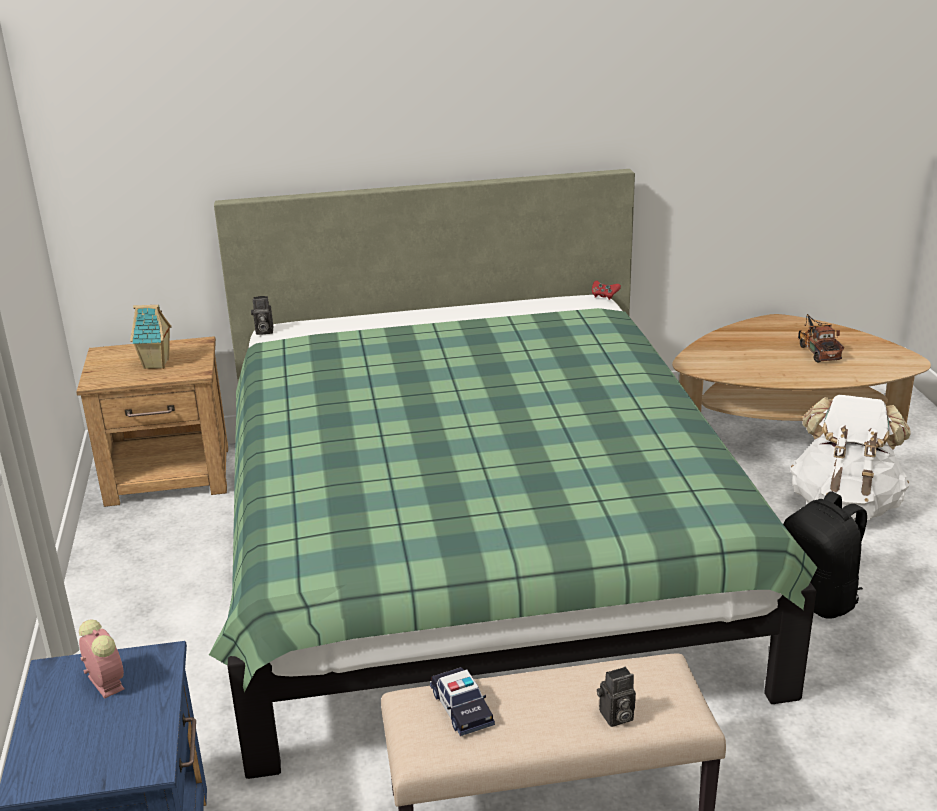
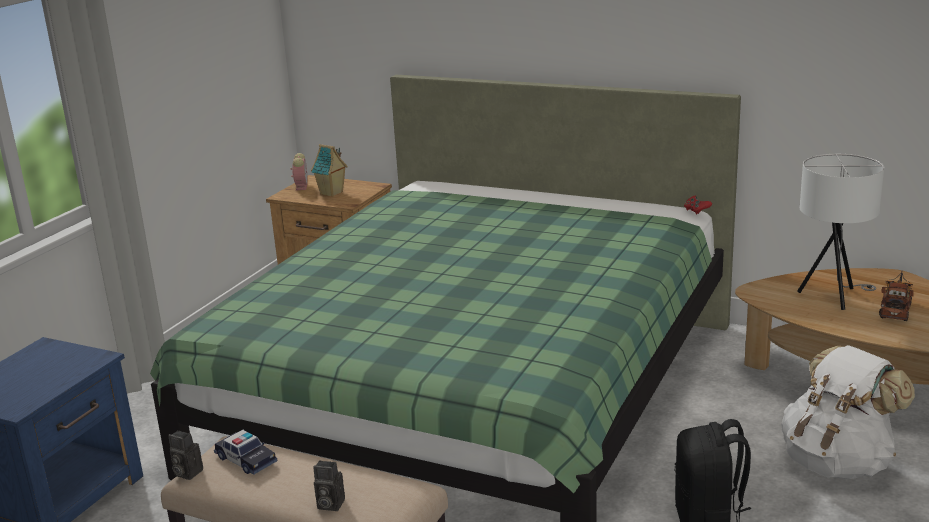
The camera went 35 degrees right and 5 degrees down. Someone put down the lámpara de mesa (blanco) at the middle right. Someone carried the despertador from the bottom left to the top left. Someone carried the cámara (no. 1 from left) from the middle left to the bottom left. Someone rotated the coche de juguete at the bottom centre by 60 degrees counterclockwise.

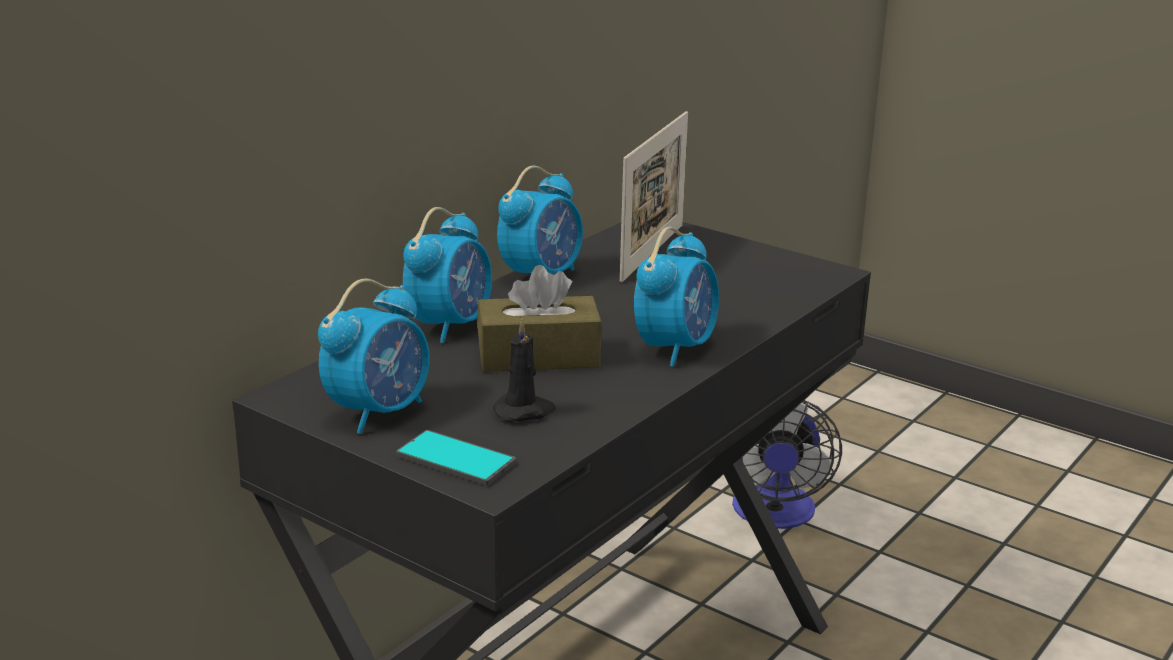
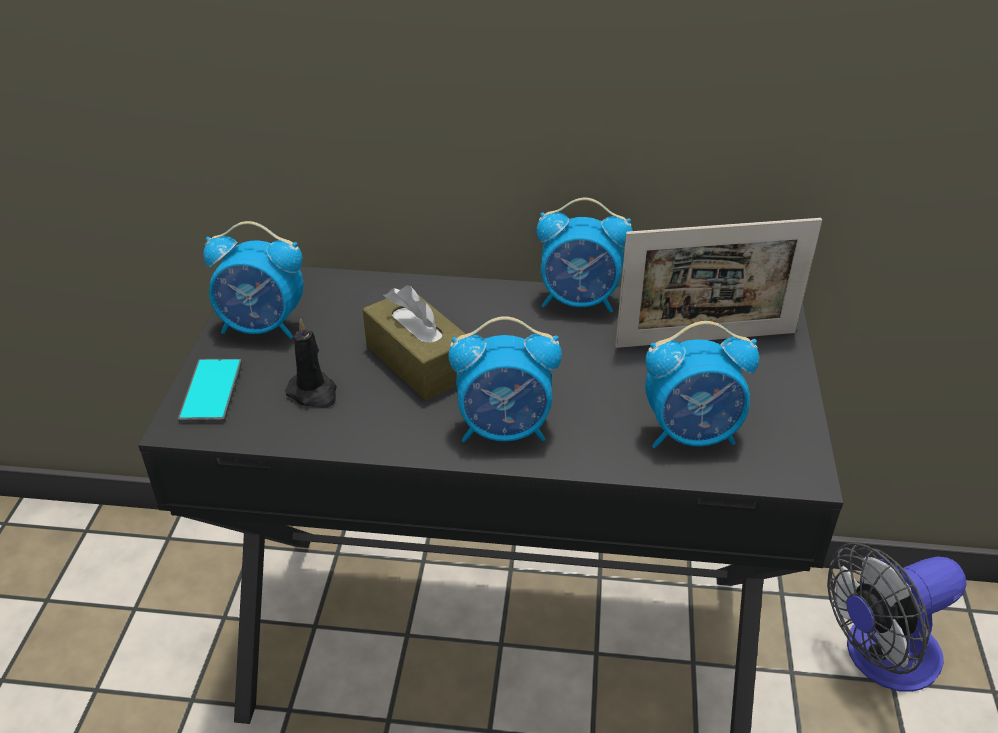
The camera went 60 degrees right and 15 degrees up. Someone carried the despertador (no. 2 from left in the first image) from the centre to the middle right.

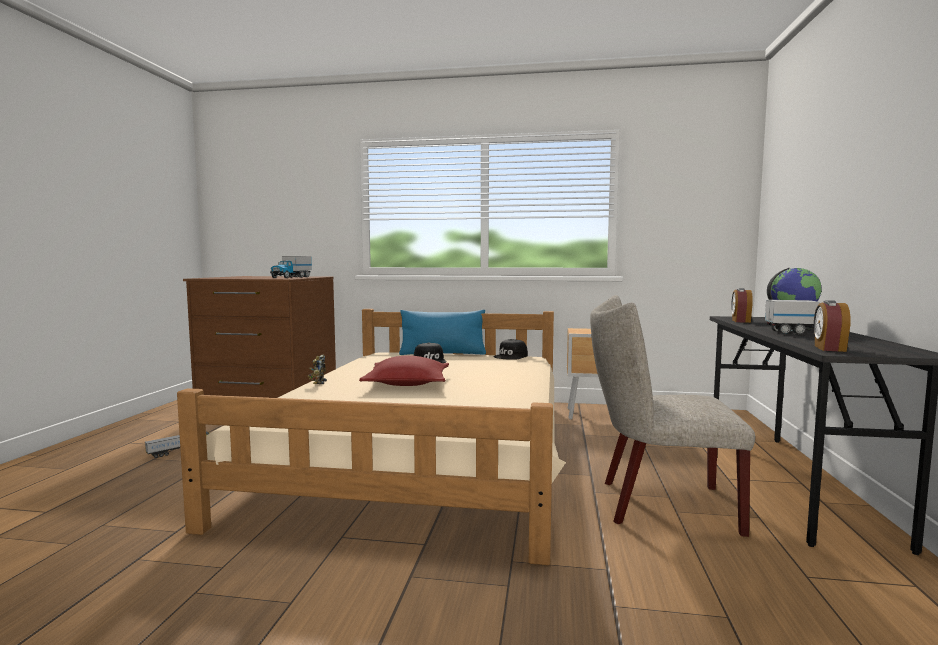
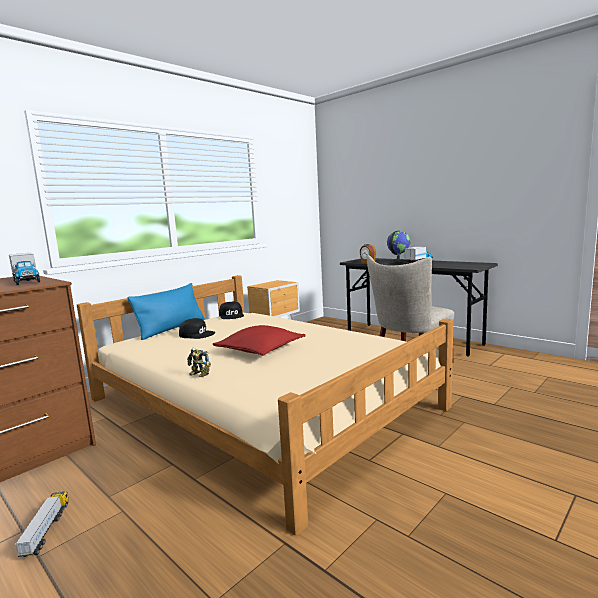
The camera went 55 degrees left and 5 degrees up. Someone took away the despertador (no. 2 from left) at the middle right.

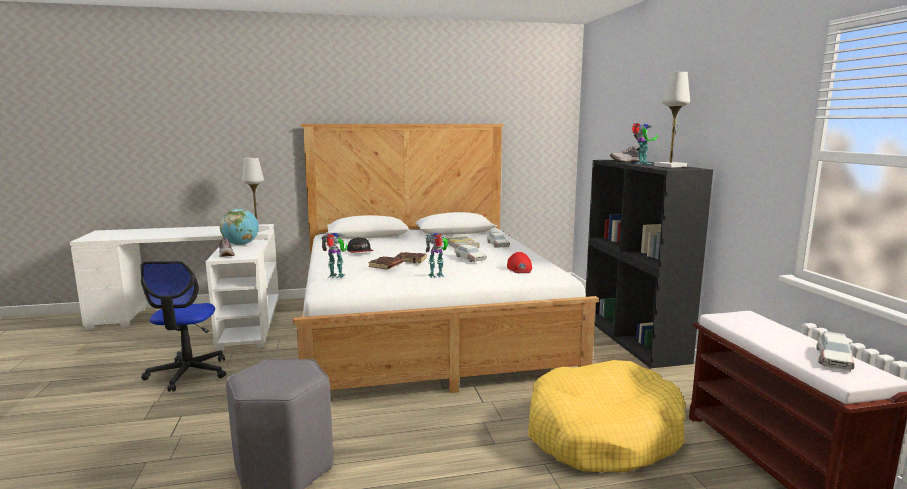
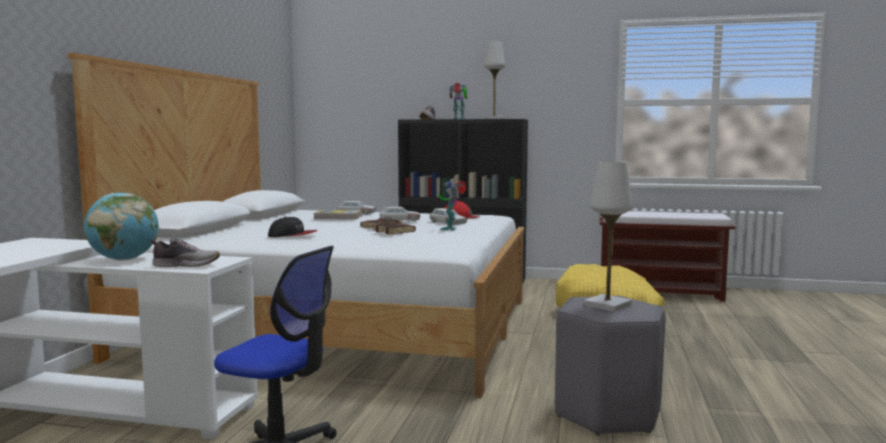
The camera went 65 degrees left and 5 degrees down. Someone took away the robot de juguete (no. 1 from left) at the centre. Someone carried the lámpara de mesa (blanco) (no. 1 from left in the first image) from the middle left to the middle right. Someone carried the coche de juguete (no. 3 from left) from the bottom right to the centre.

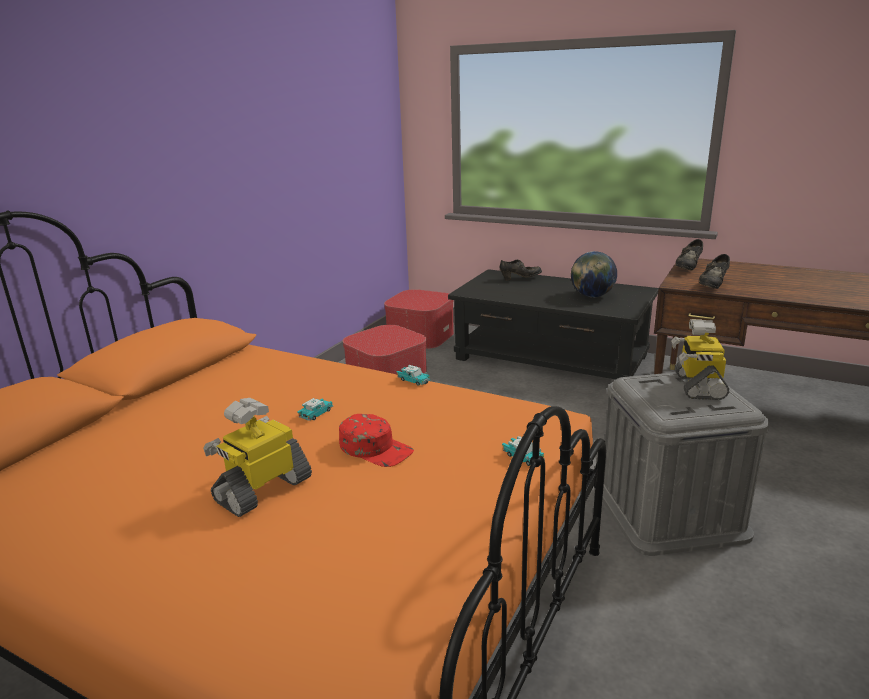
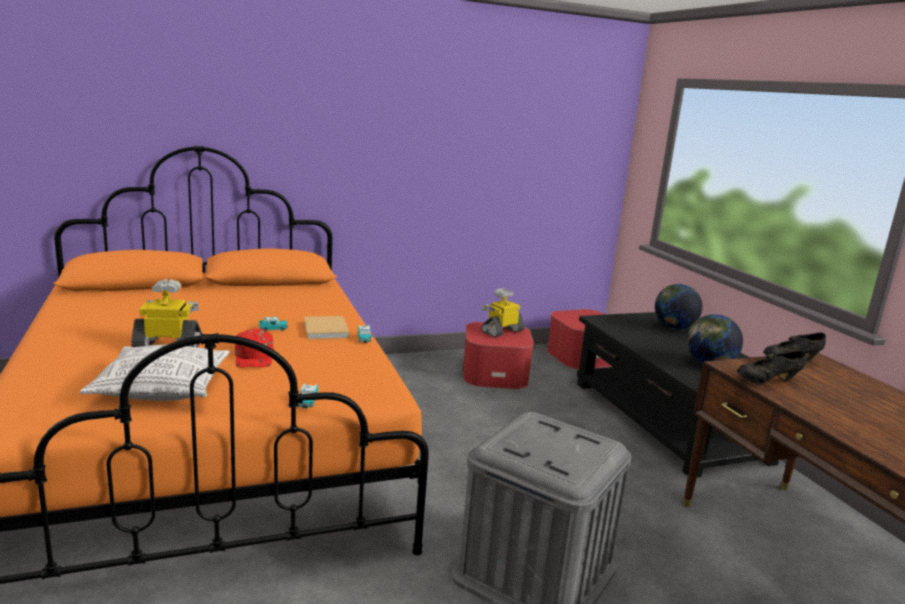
The camera went 40 degrees right and 5 degrees down. Someone put down the cojín at the middle left. Someone put down the libro (beis) at the centre. Someone carried the robot de juguete (no. 2 from left) from the middle right to the centre. Someone swapped the zapato (negro) (no. 1 from left) at the centre for the globo terráqueo (no. 1 from left) at the middle right.

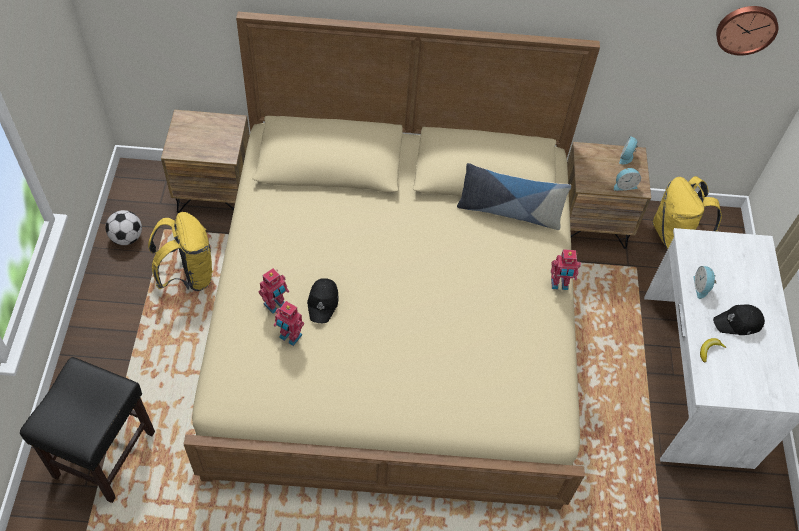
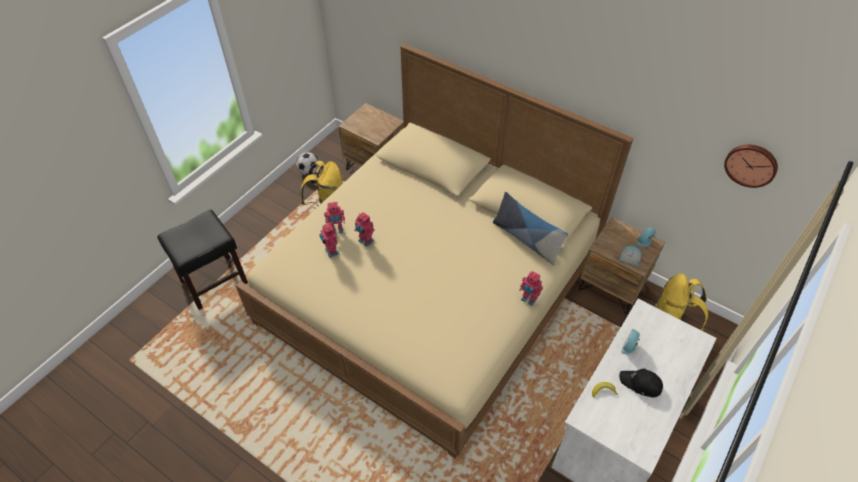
The camera went 35 degrees right and 5 degrees down. Someone swapped the gorra (negro) (no. 1 from left) at the centre for the robot de juguete (no. 3 from left) at the centre.

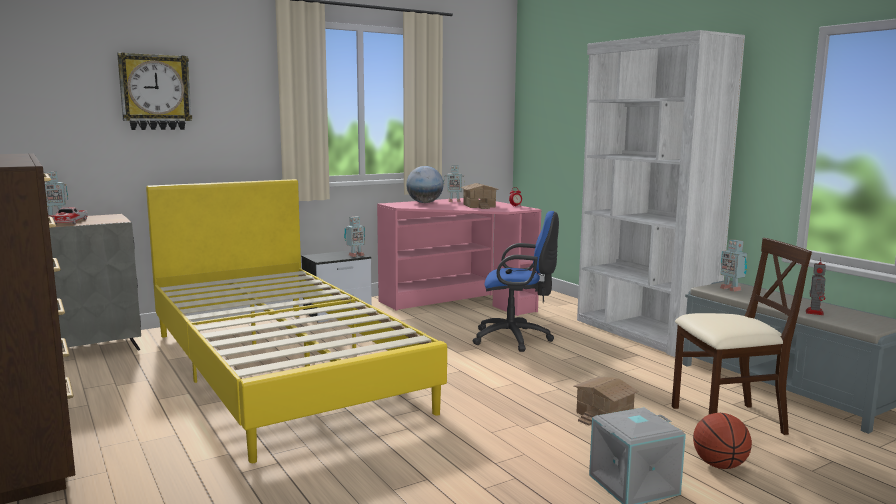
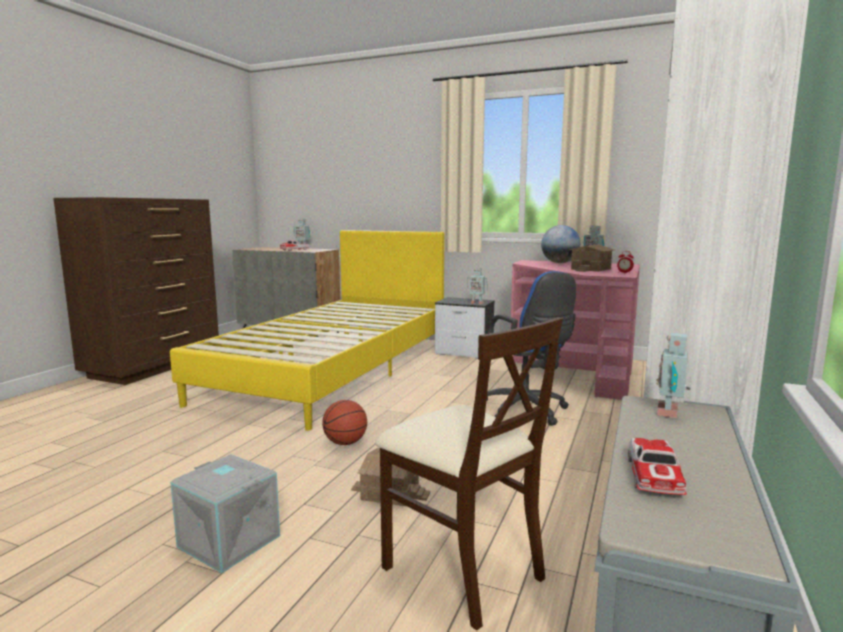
The camera went 55 degrees right and 0 degrees up. Someone took away the reloj de pared at the top left. Someone carried the balón de baloncesto from the bottom right to the bottom centre. Someone swapped the robot de juguete (no. 5 from left) at the middle right for the coche de juguete (no. 2 from left) at the bottom right.

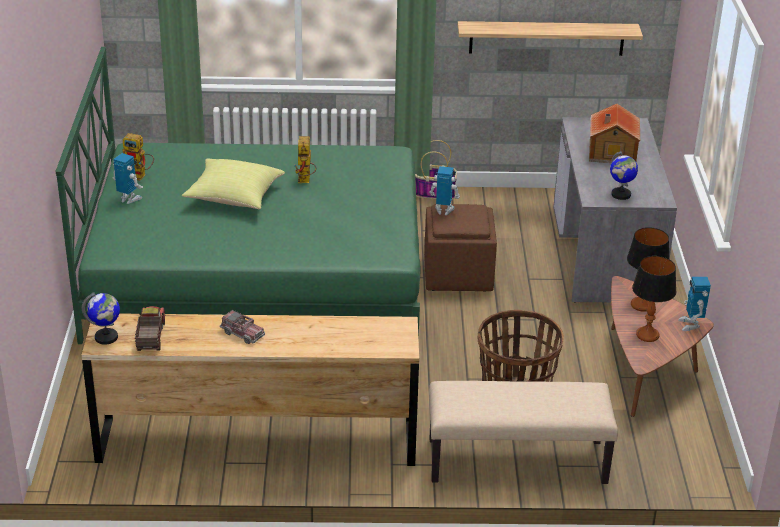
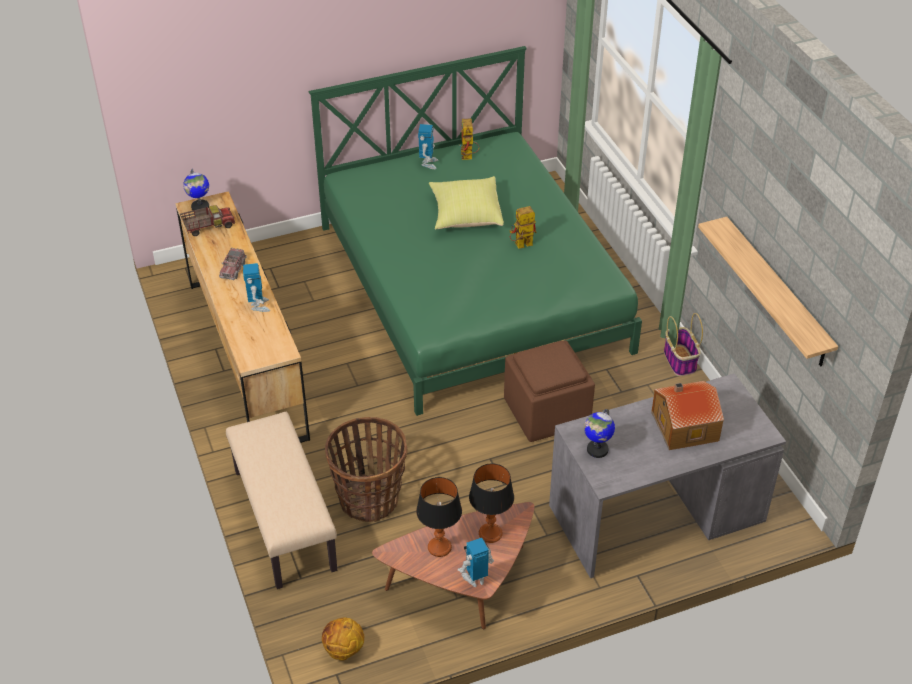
The camera went 70 degrees right and 10 degrees up. Someone put down the balón de baloncesto at the bottom centre. Someone carried the robot de juguete (no. 4 from left in the first image) from the centre to the middle left.

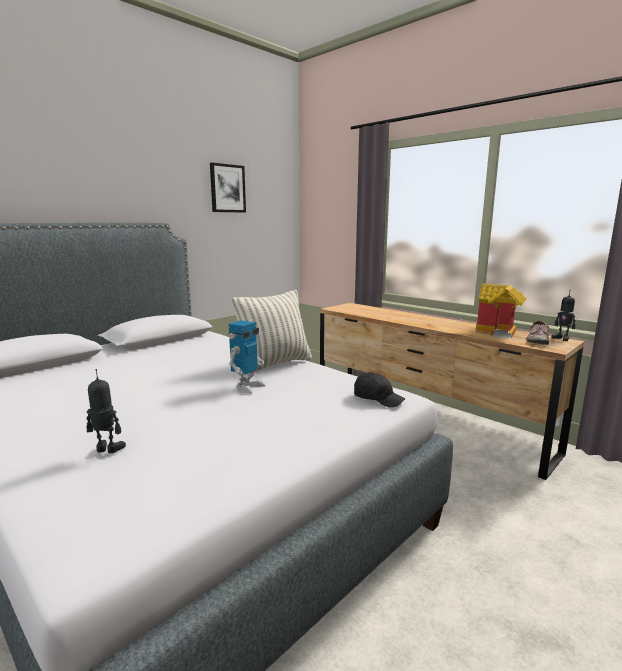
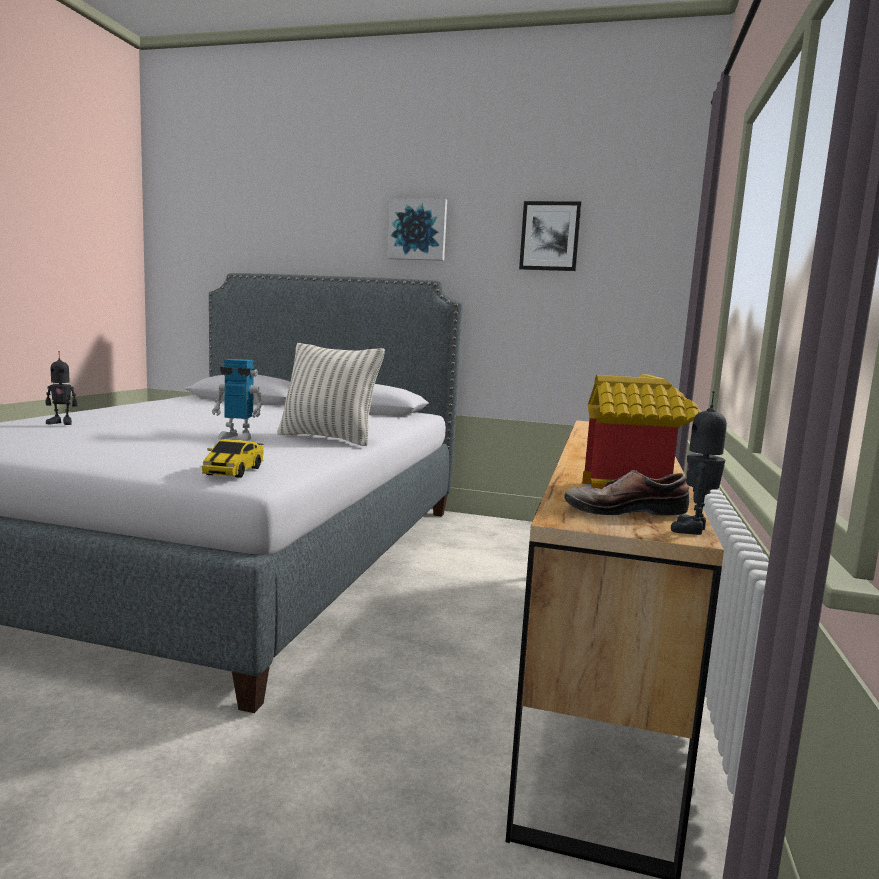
The camera went 60 degrees right and 5 degrees down. Someone put up the cuadro (no. 1 from left) at the top centre. Someone swapped the gorra (negro) at the centre for the coche de juguete at the middle left. Someone rotated the robot de juguete (no. 1 from left) at the middle left by 105 degrees clockwise.

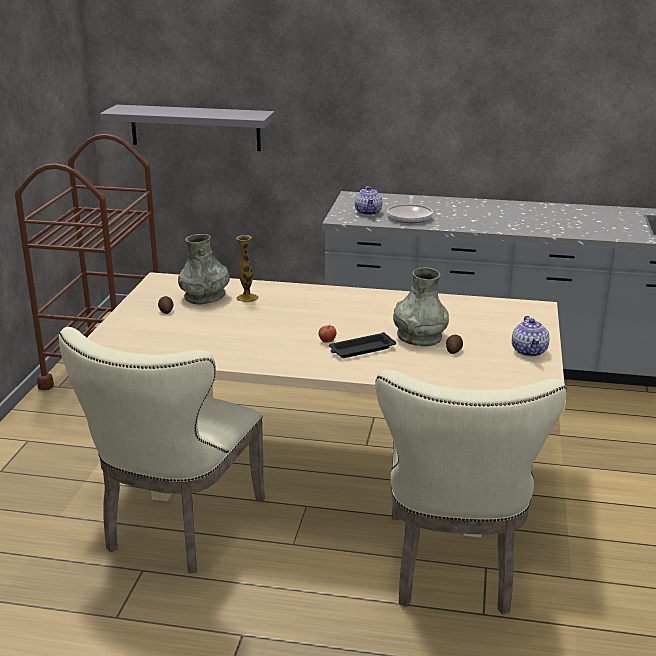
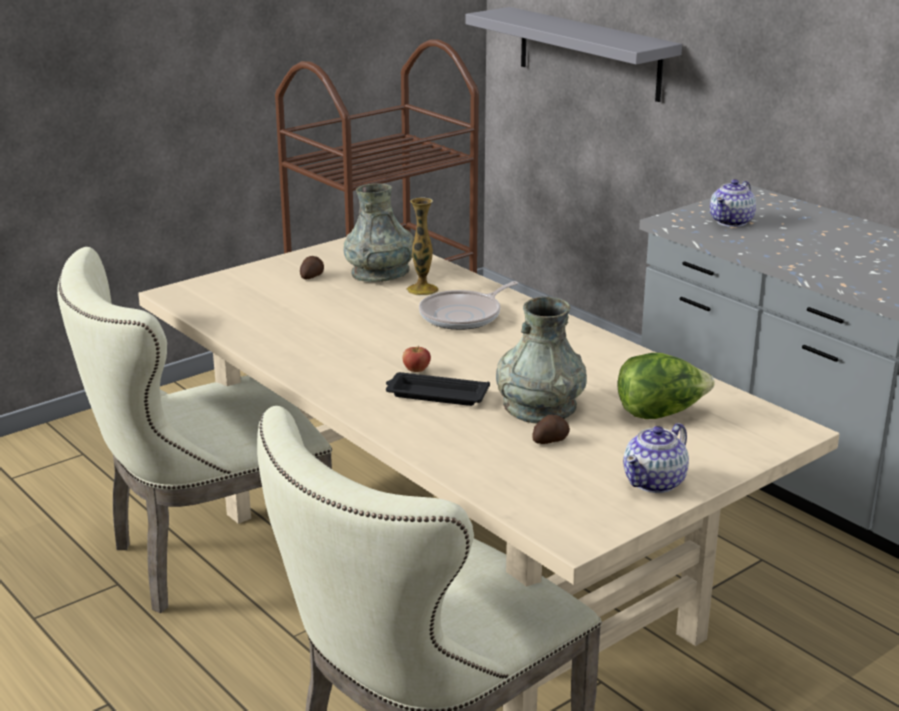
The camera went 40 degrees right and 0 degrees up. Someone put down the lechuga at the middle right. Someone carried the sartén from the top centre to the centre.

